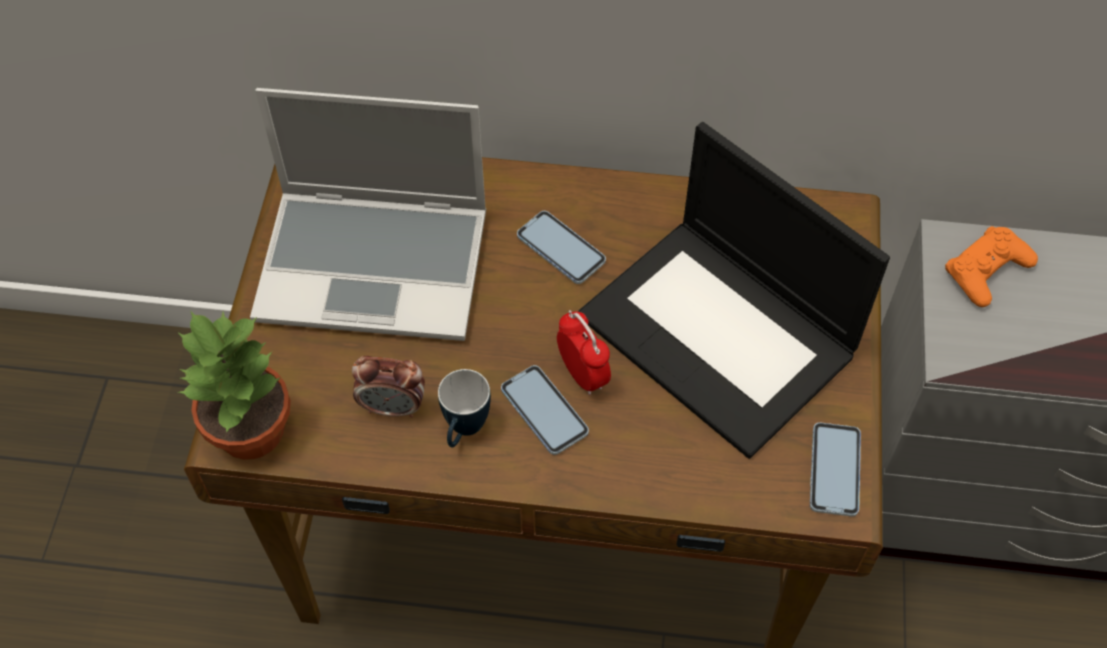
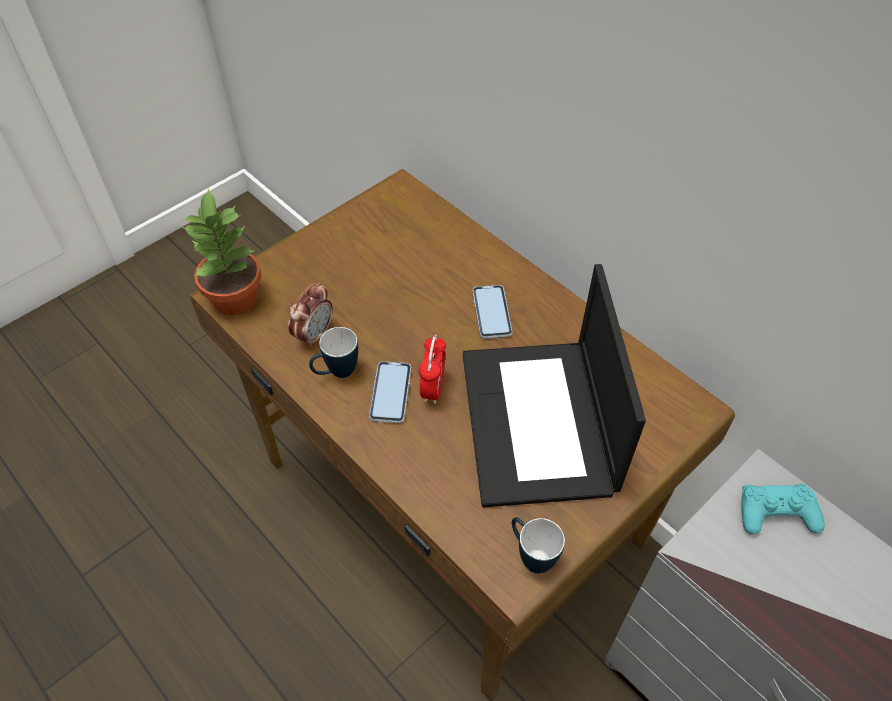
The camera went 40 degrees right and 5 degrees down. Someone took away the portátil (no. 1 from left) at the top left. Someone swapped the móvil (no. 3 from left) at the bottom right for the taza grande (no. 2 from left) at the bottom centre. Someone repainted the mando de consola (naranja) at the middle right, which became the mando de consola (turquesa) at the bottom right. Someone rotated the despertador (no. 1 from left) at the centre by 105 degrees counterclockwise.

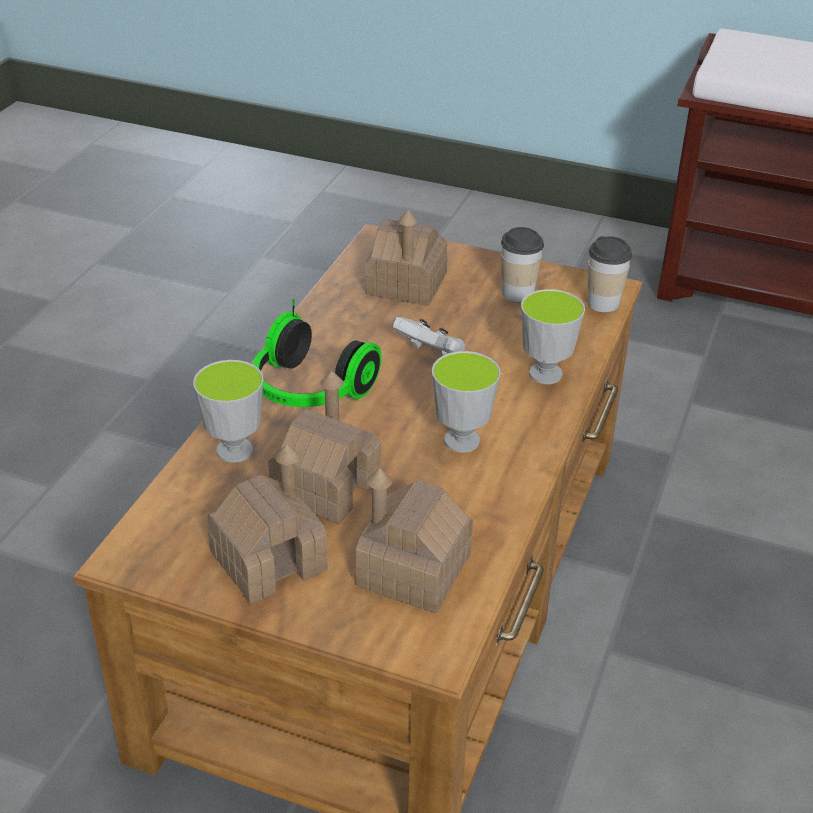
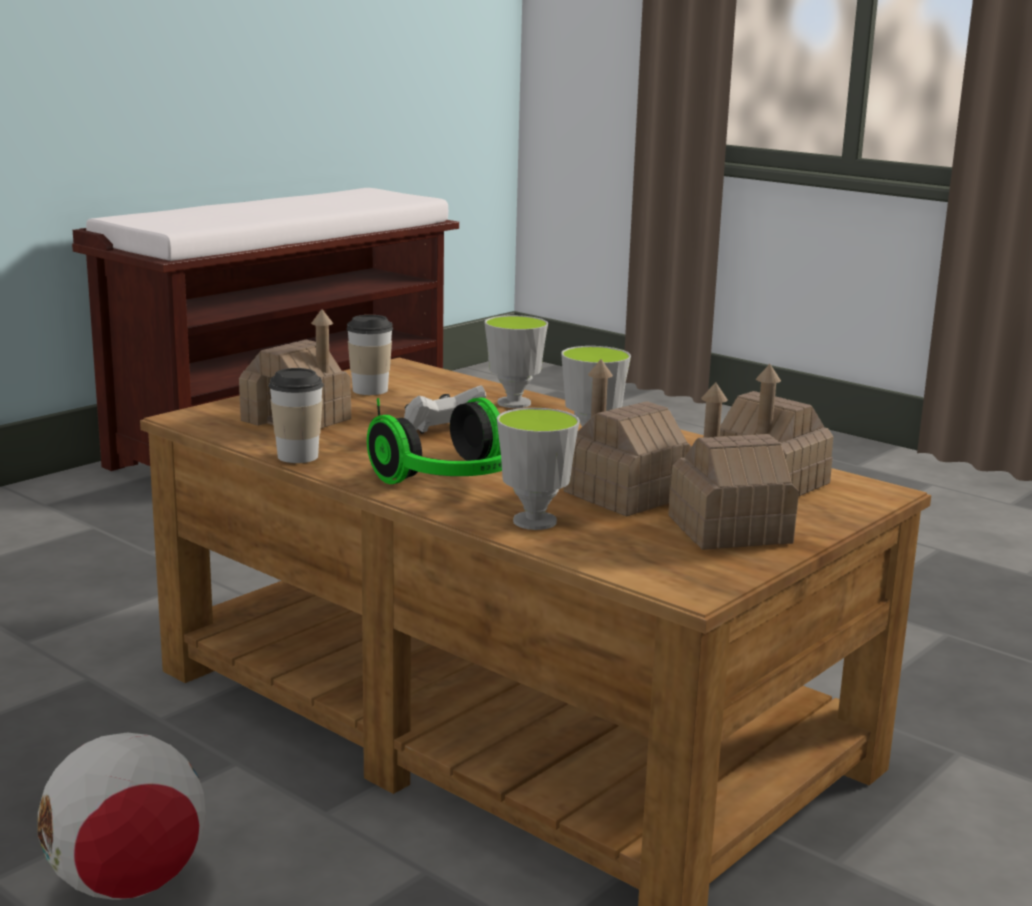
The camera went 70 degrees left and 20 degrees down. Someone put down the balón de fútbol at the bottom left. Someone carried the taza (no. 5 from left in the first image) from the middle right to the middle left.

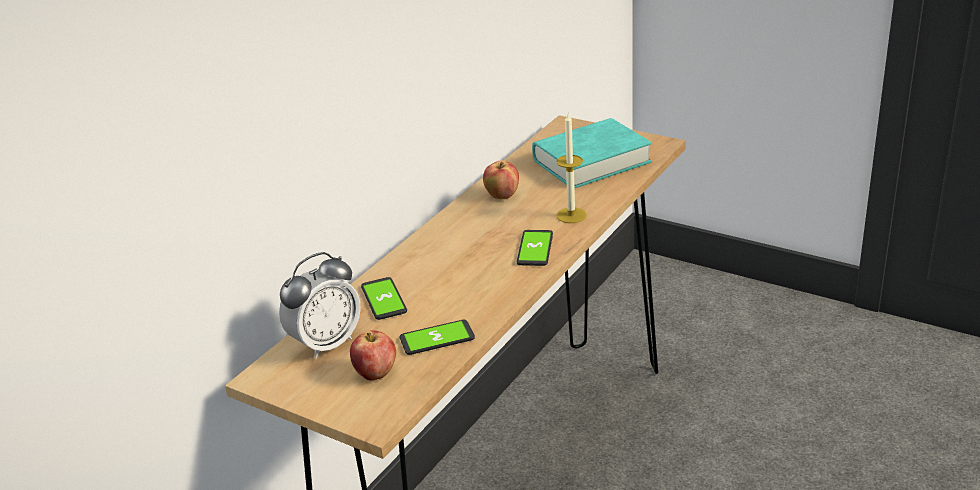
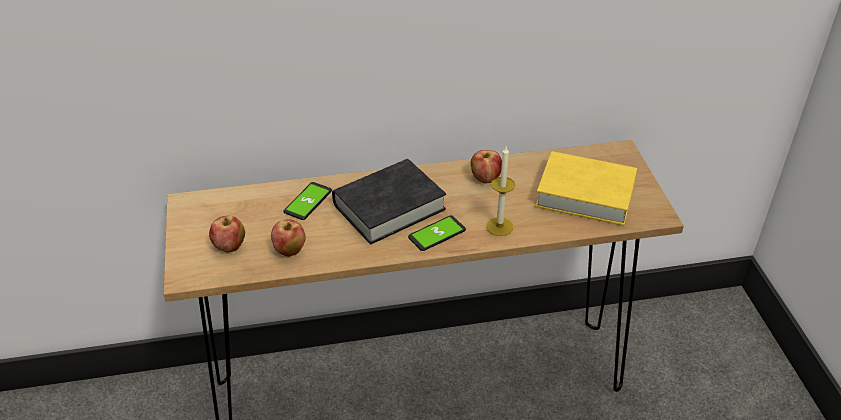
The camera went 45 degrees right and 10 degrees up. Someone took away the despertador at the middle left. Someone put down the libro (negro) at the centre. Someone swapped the móvil (no. 2 from left) at the bottom centre for the manzana (no. 2 from left) at the centre. Someone repainted the libro (turquesa) at the top centre, which became the libro (amarillo) at the middle right.

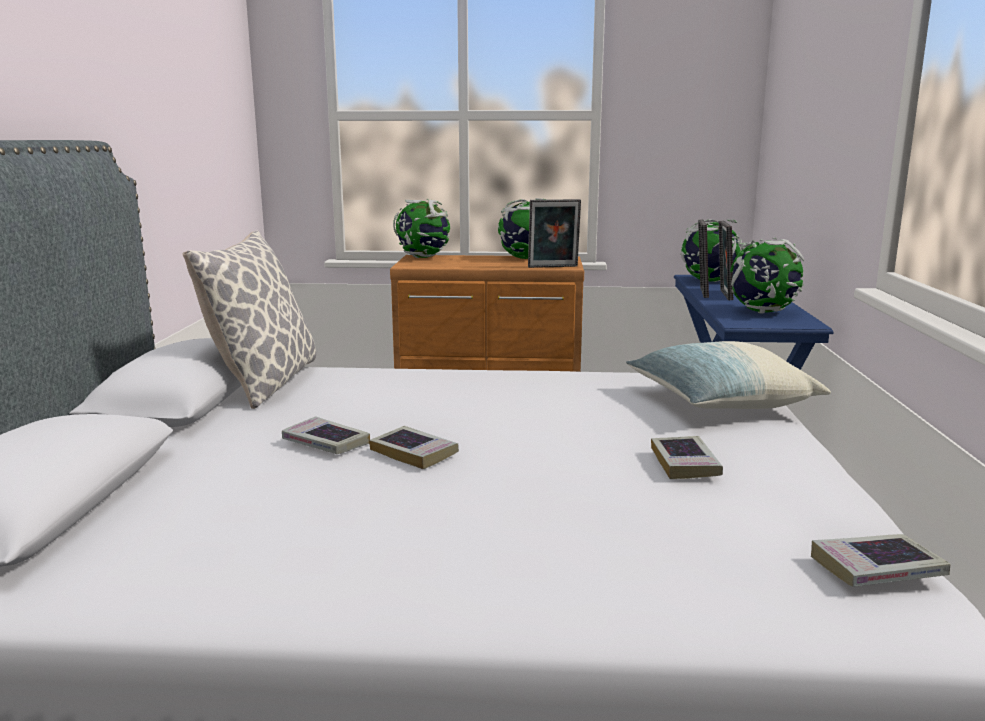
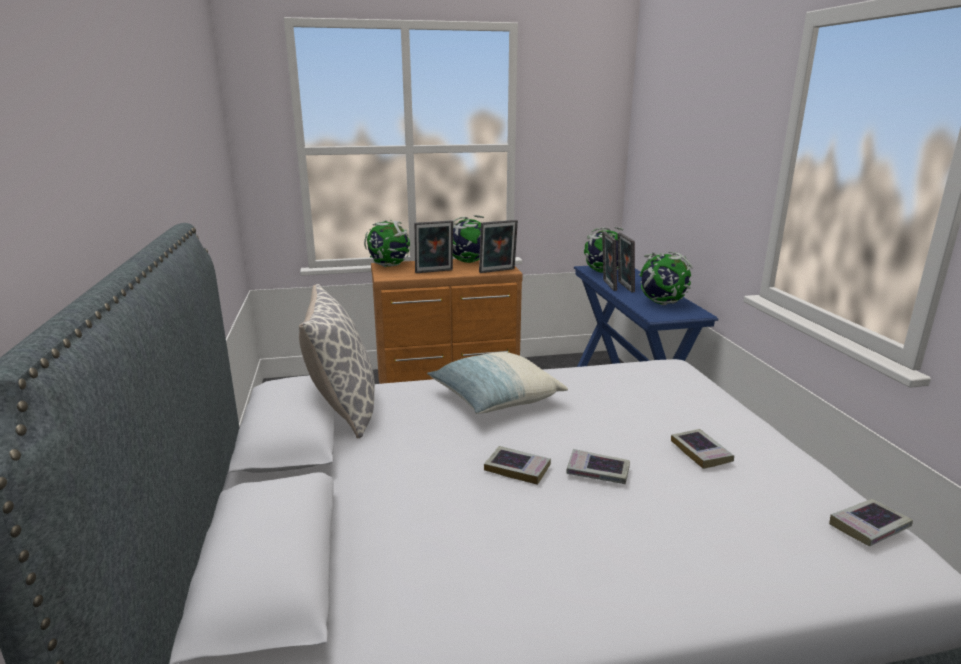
The camera went 15 degrees left and 5 degrees up. Someone put down the portarretratos (no. 1 from left) at the centre. Someone carried the libro (no. 1 from left in the first image) from the middle left to the bottom centre. Someone carried the cojín (no. 2 from left) from the middle right to the centre.

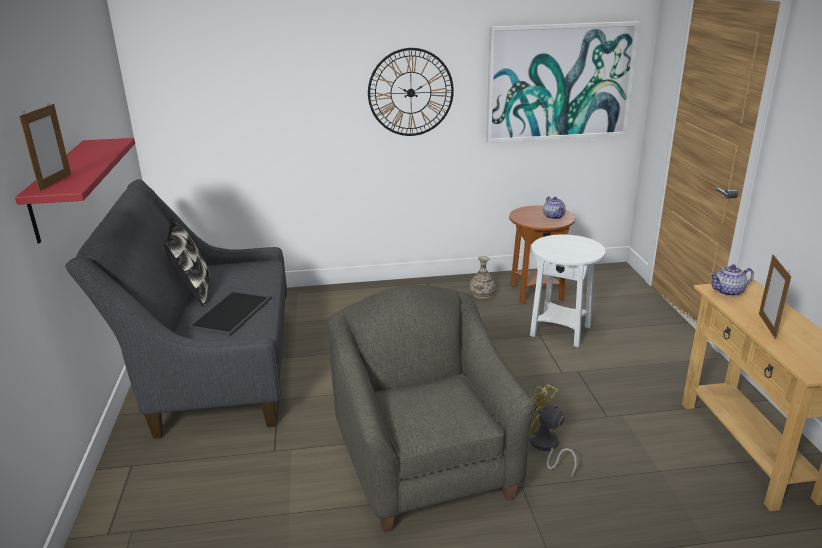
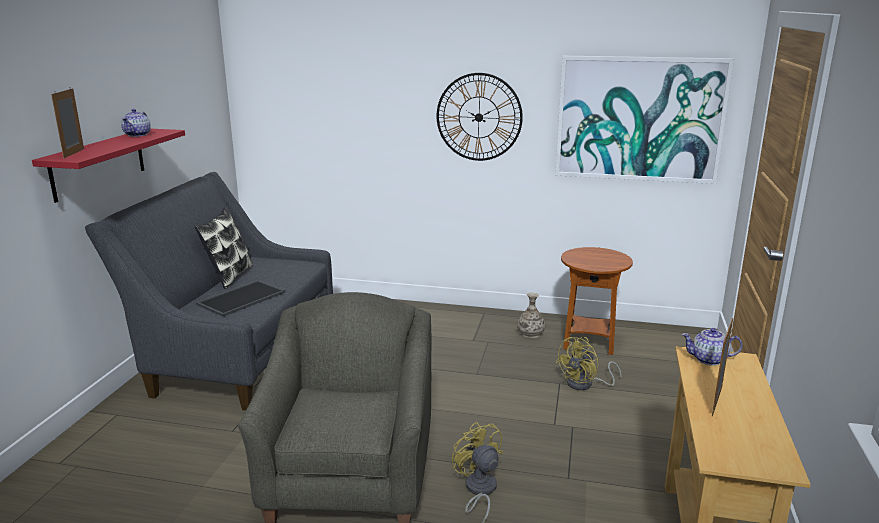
The camera went 20 degrees right and 5 degrees down. Someone carried the tetera (no. 1 from left) from the middle right to the top left. Someone swapped the mesa auxiliar (blanco) at the middle right for the ventilador (amarillo) (no. 2 from left) at the bottom right. Someone rotated the portarretratos (no. 1 from left) at the top left by 150 degrees clockwise.

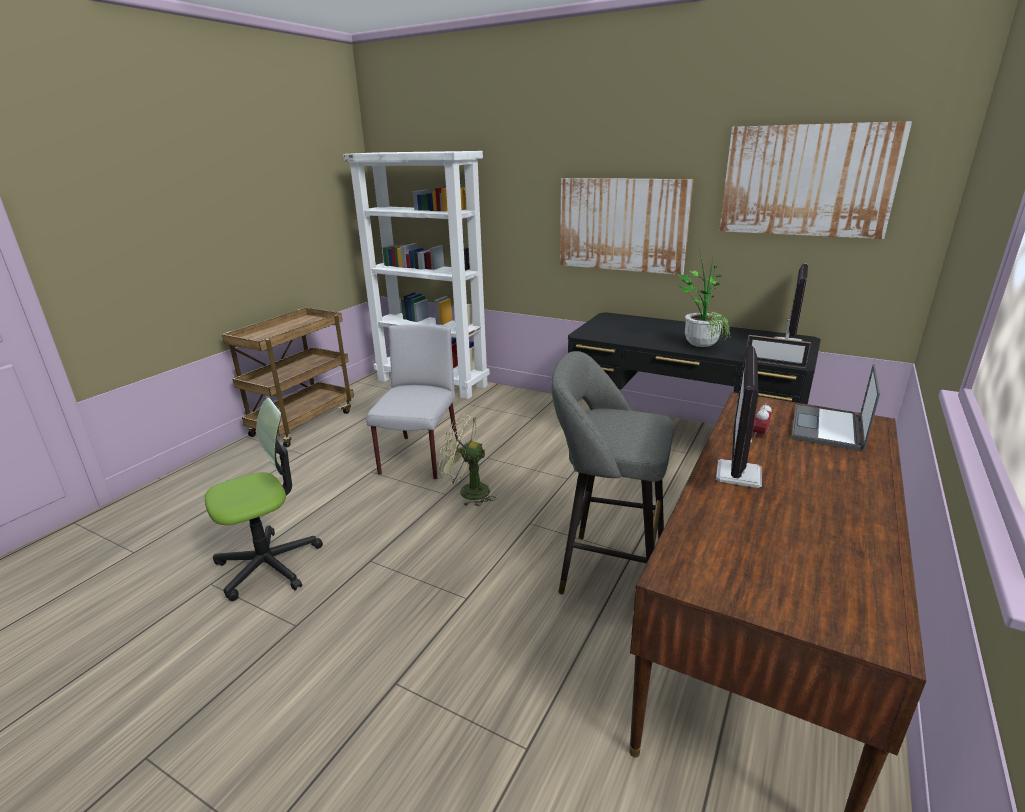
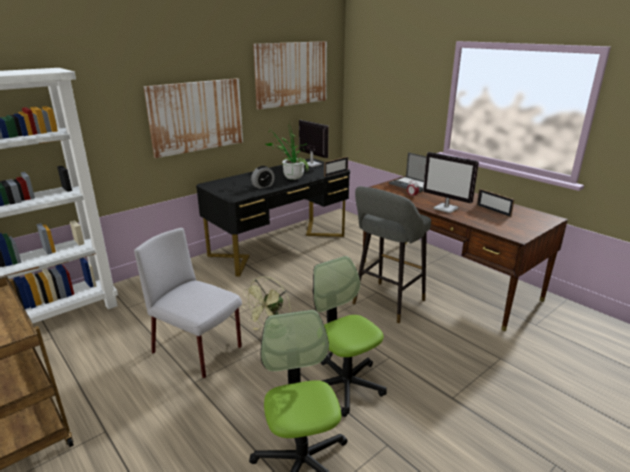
The camera went 70 degrees left and 0 degrees up. Someone put down the despertador (no. 1 from left) at the centre. Someone put down the silla de oficina (no. 2 from left) at the bottom centre. Someone put down the portarretratos (no. 2 from left) at the middle right.

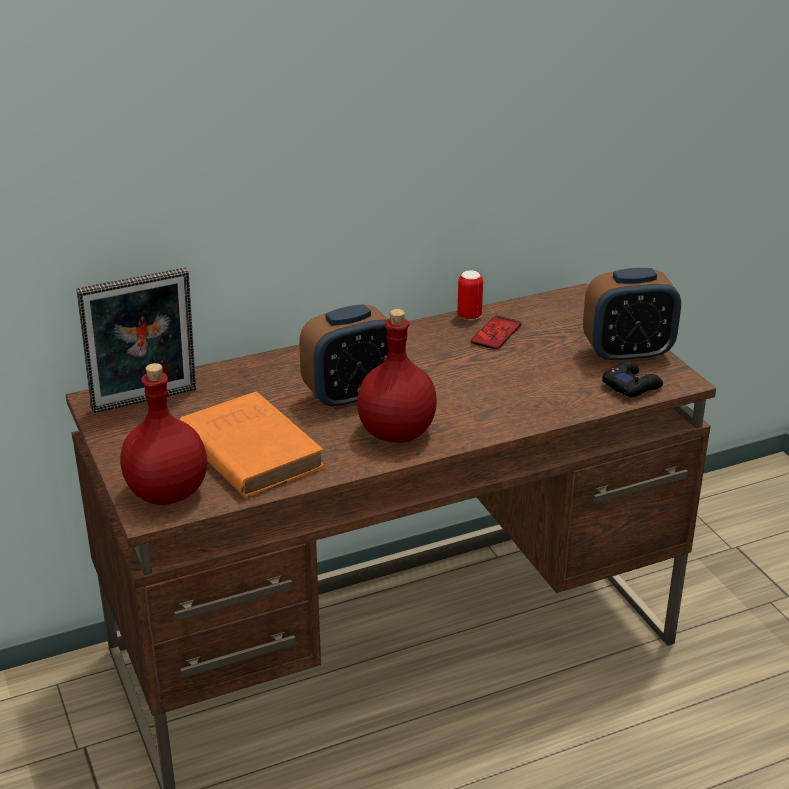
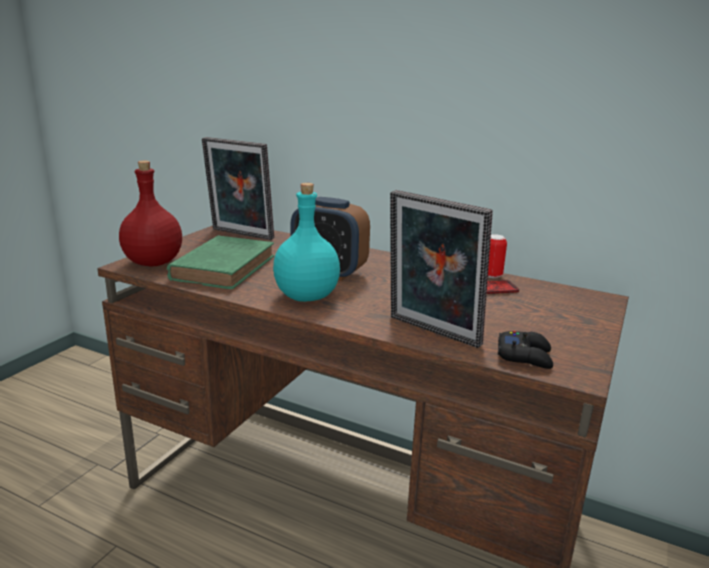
The camera went 50 degrees right and 10 degrees down. Someone took away the despertador (no. 2 from left) at the middle right. Someone put down the portarretratos (no. 2 from left) at the centre. Someone repainted the libro (naranja) at the middle left, which became the libro (verde) at the middle left. Someone repainted the botella (rojo) (no. 2 from left) at the centre, which became the botella (turquesa) at the centre.

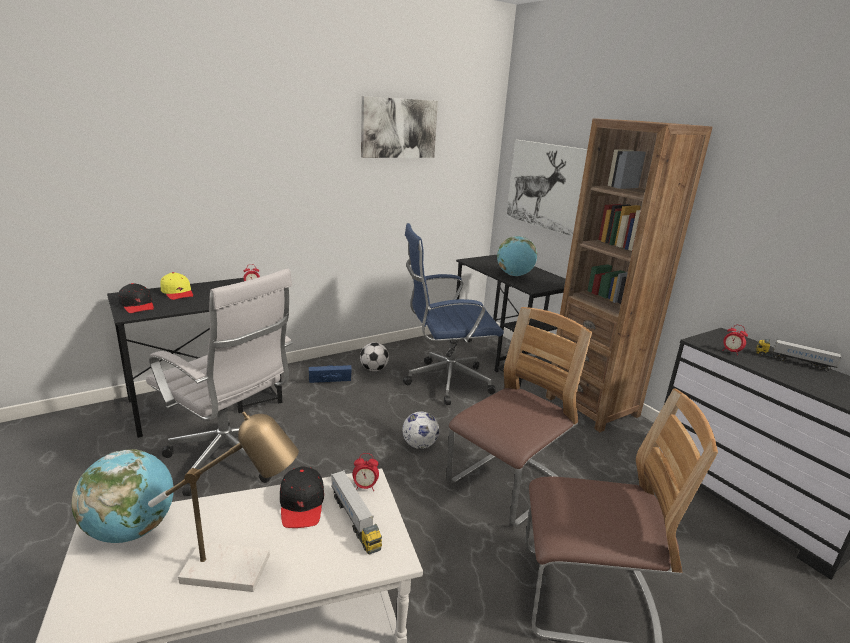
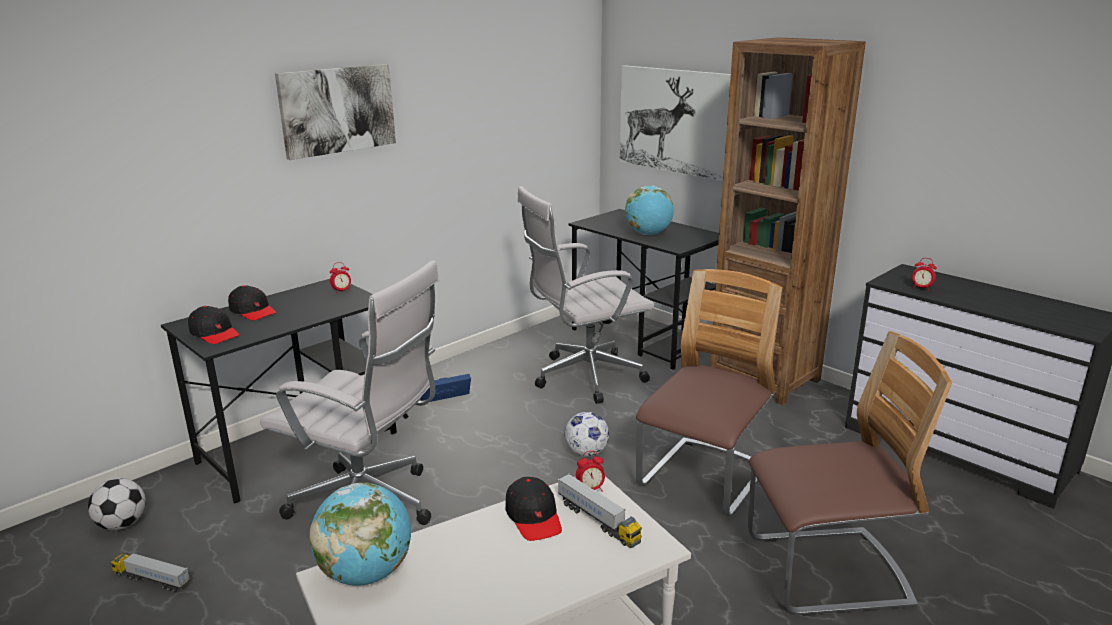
The camera went 10 degrees left and 0 degrees up. Someone took away the lámpara de mesa at the bottom left. Someone carried the balón de fútbol (no. 1 from left) from the centre to the bottom left. Someone carried the cuadro (no. 1 from left) from the top centre to the top left. Someone carried the camión de juguete (no. 2 from left in the first image) from the middle right to the bottom left. Someone repainted the gorra (amarillo) at the middle left, which became the gorra (negro) (no. 2 from left) at the middle left. Someone repainted the silla de oficina (azul) at the centre, which became the silla de oficina (blanco) (no. 2 from left) at the centre.

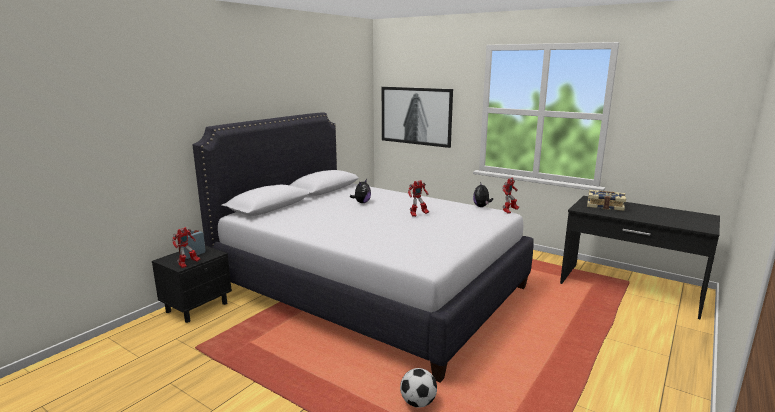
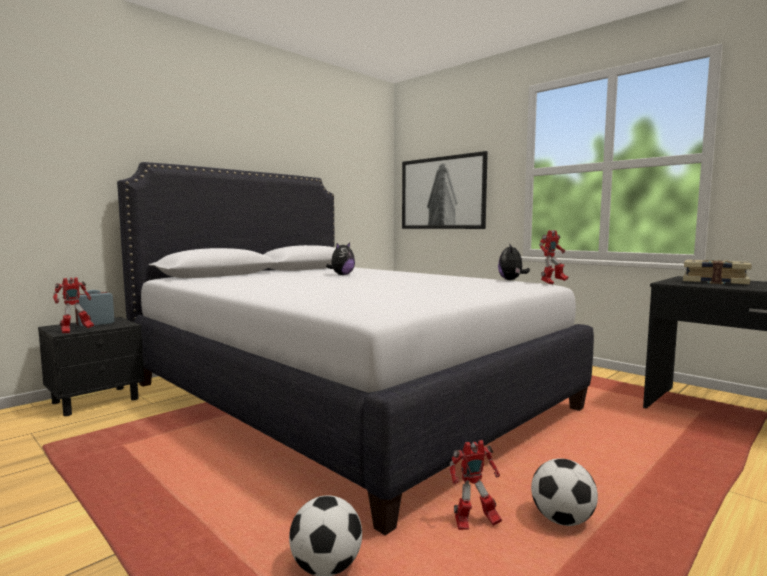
The camera went 10 degrees right and 10 degrees down. Someone put down the balón de fútbol (no. 2 from left) at the bottom right. Someone carried the robot de juguete (no. 2 from left) from the centre to the bottom centre.

